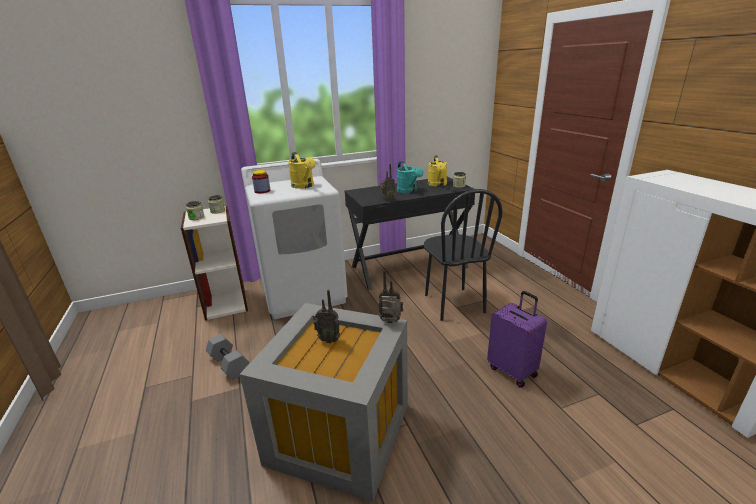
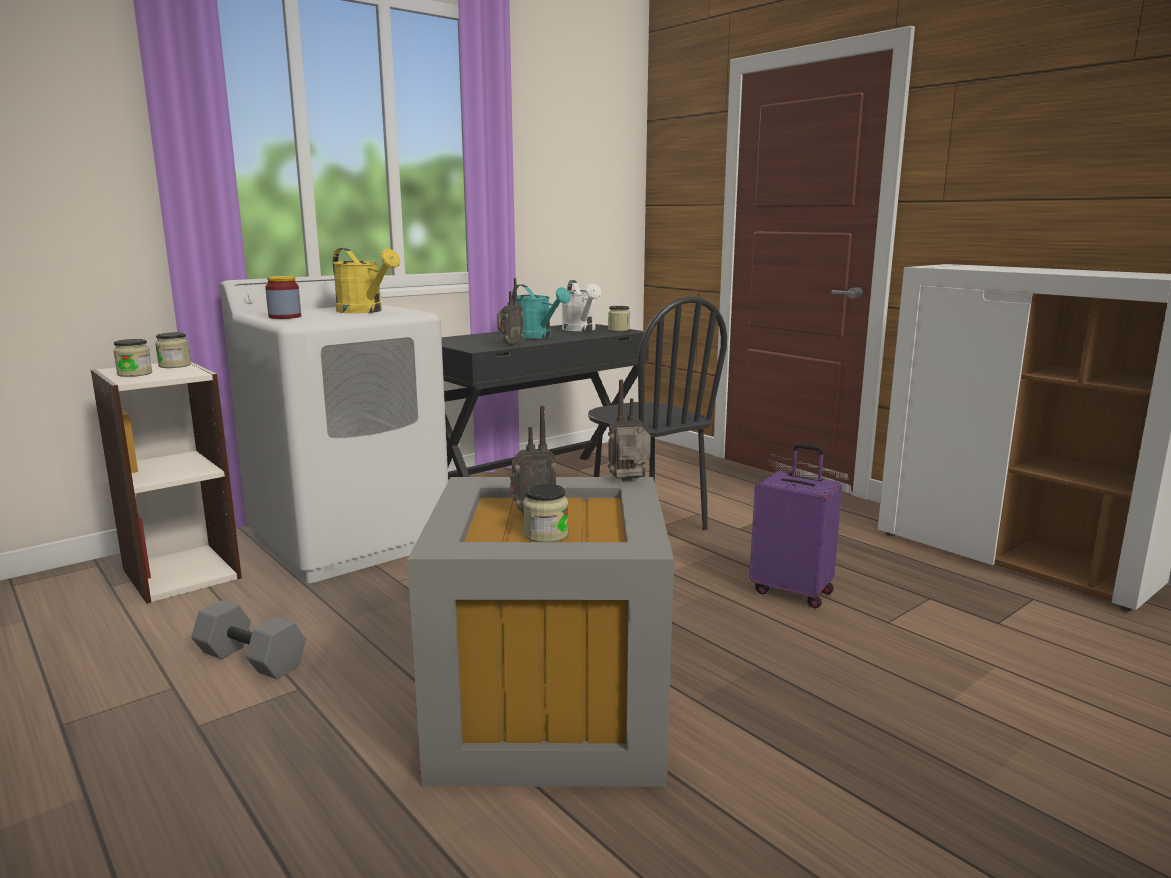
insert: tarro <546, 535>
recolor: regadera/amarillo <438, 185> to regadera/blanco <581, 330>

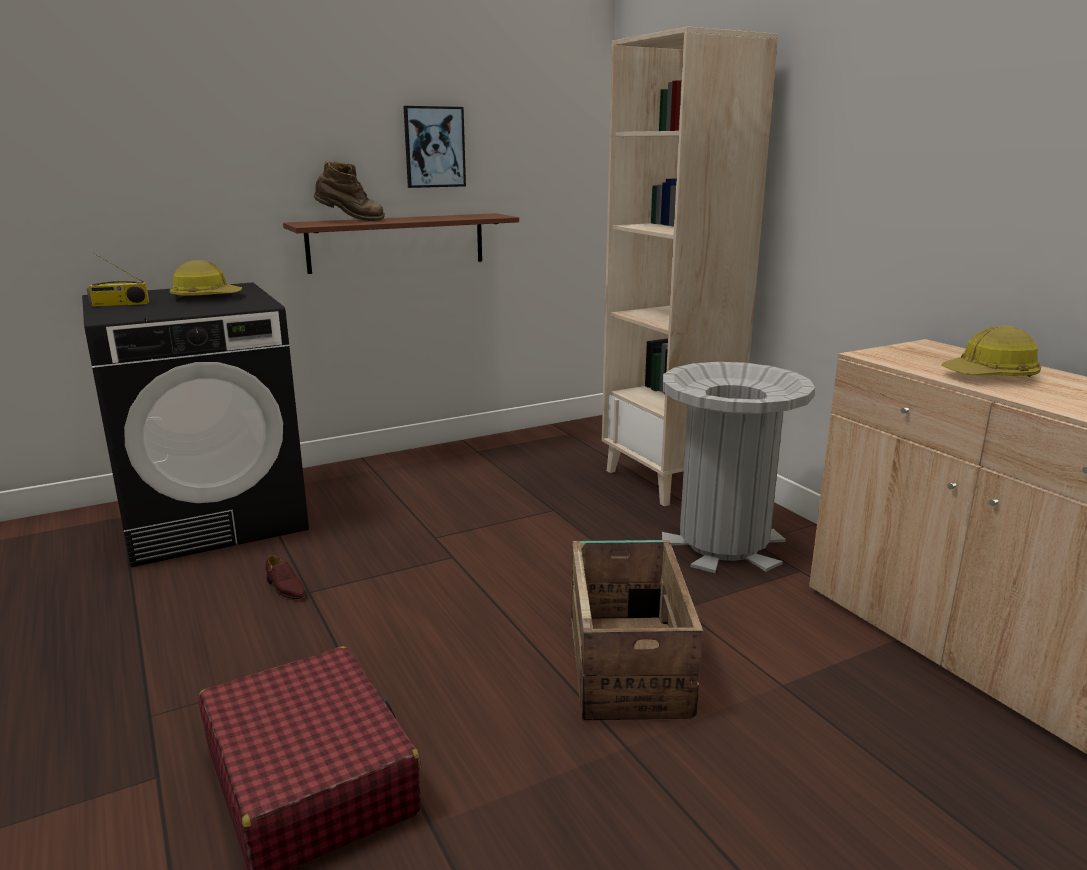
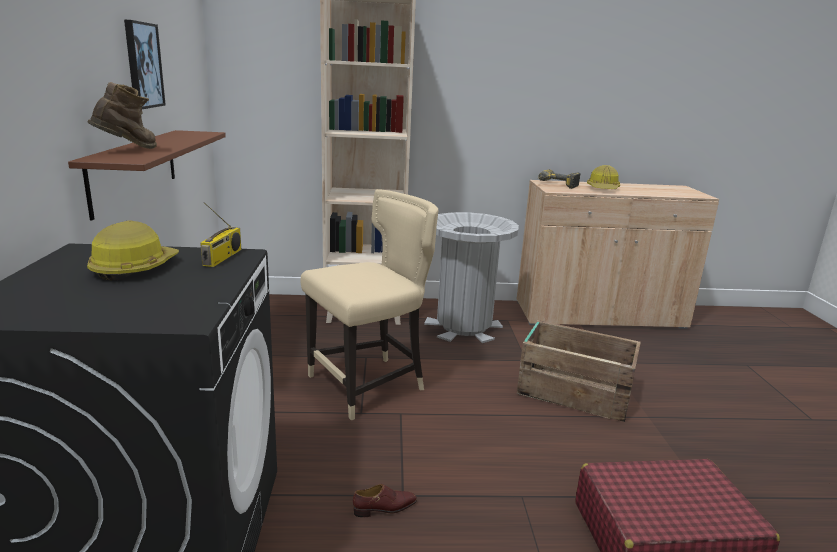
insert: silla/beis <369, 385>; taladro <556, 185>
move: radio <119, 304> to <222, 258>

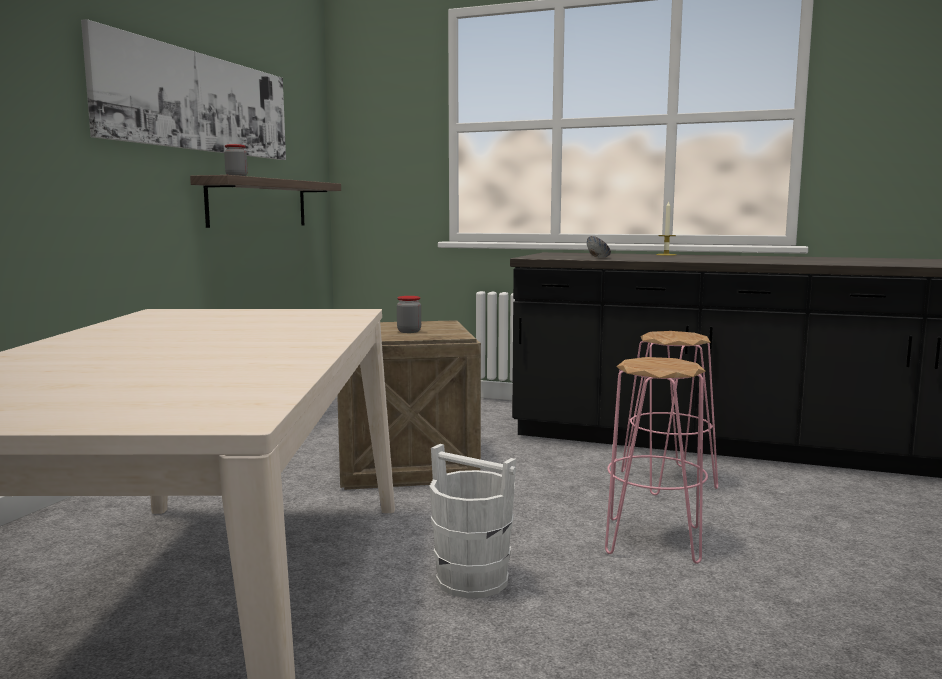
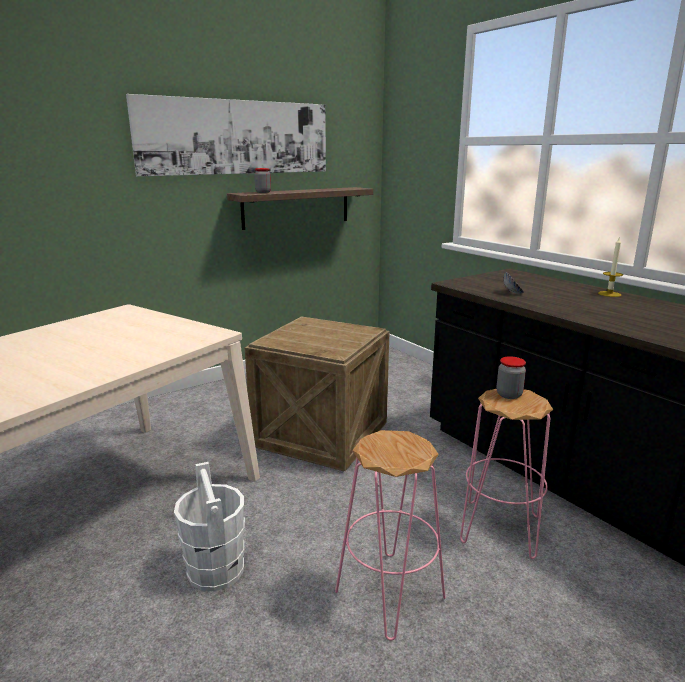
move: tarro <409, 331> to <509, 395>

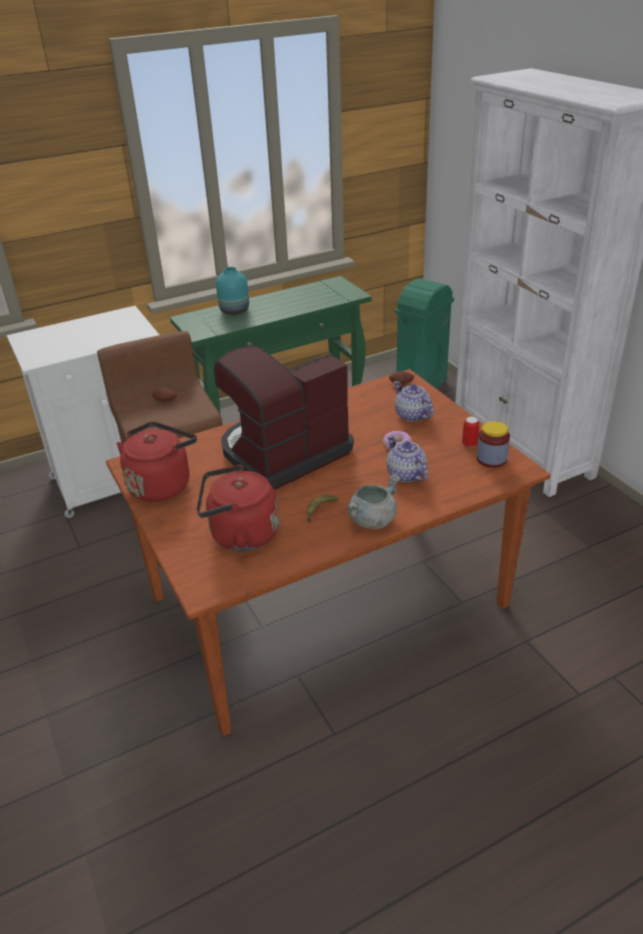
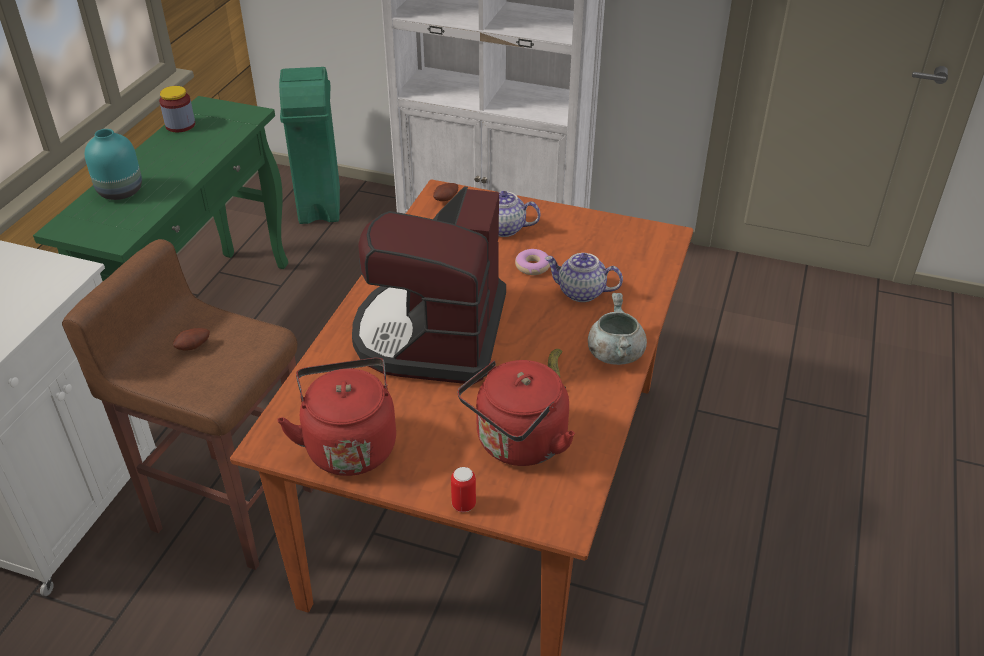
move: tarro <491, 459> to <180, 125>; lata <469, 444> to <463, 504>

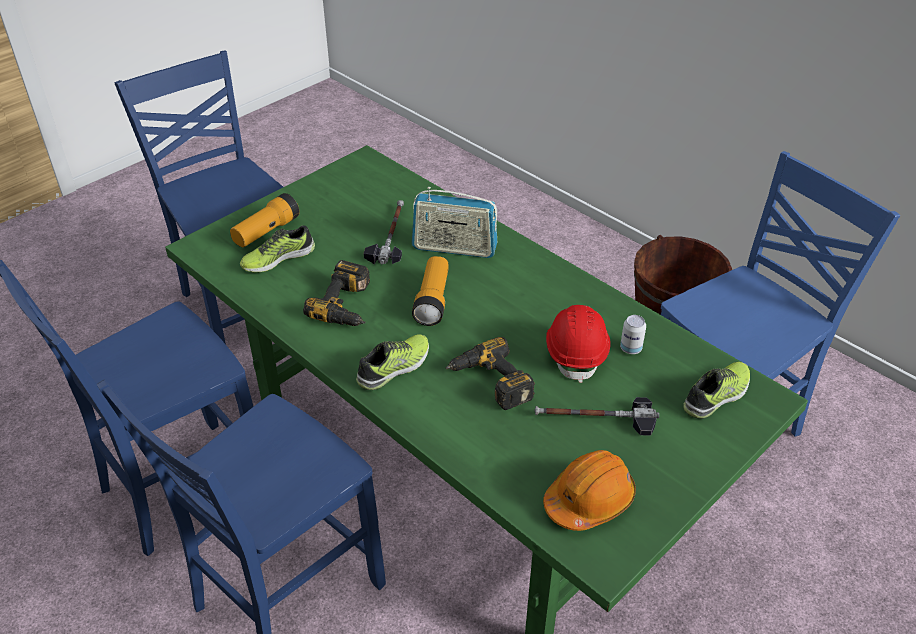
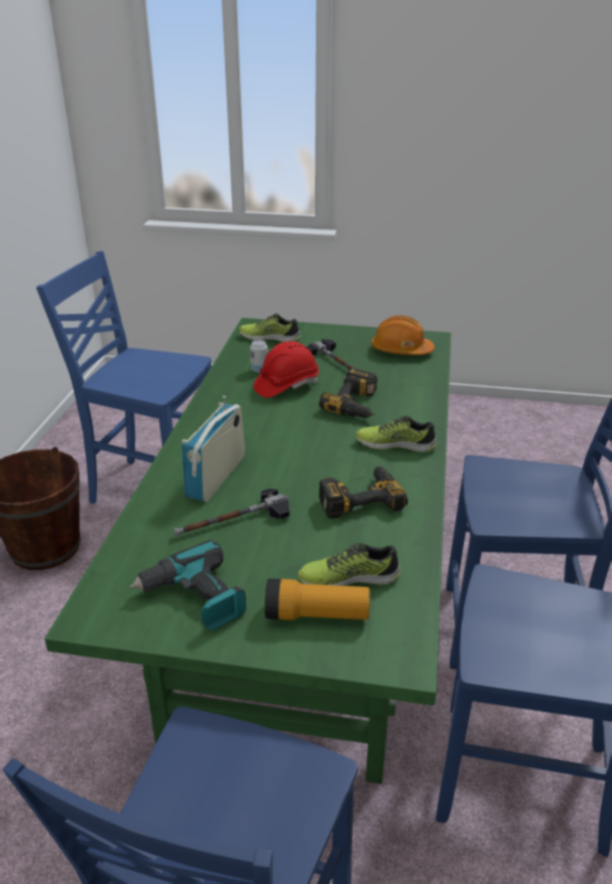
delete: linterna <432, 300>
insert: taladro <194, 599>
rotate: radio <454, 248> = <216, 476> 135 degrees counterclockwise; zapato <278, 258> = <349, 577> 150 degrees clockwise

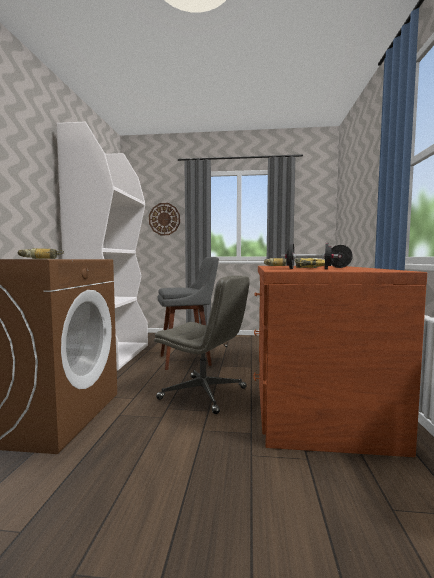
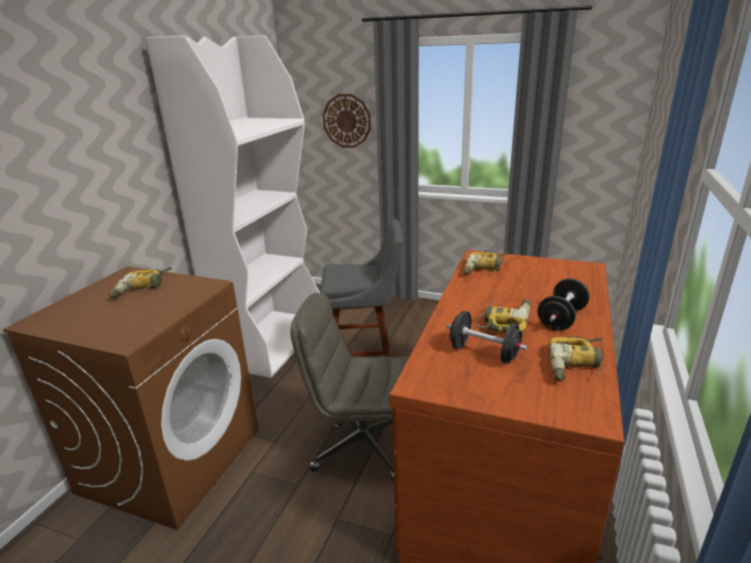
insert: taladro <576, 365>
rotate: silla de oficina/gris <204, 393> = <362, 445> 150 degrees clockwise

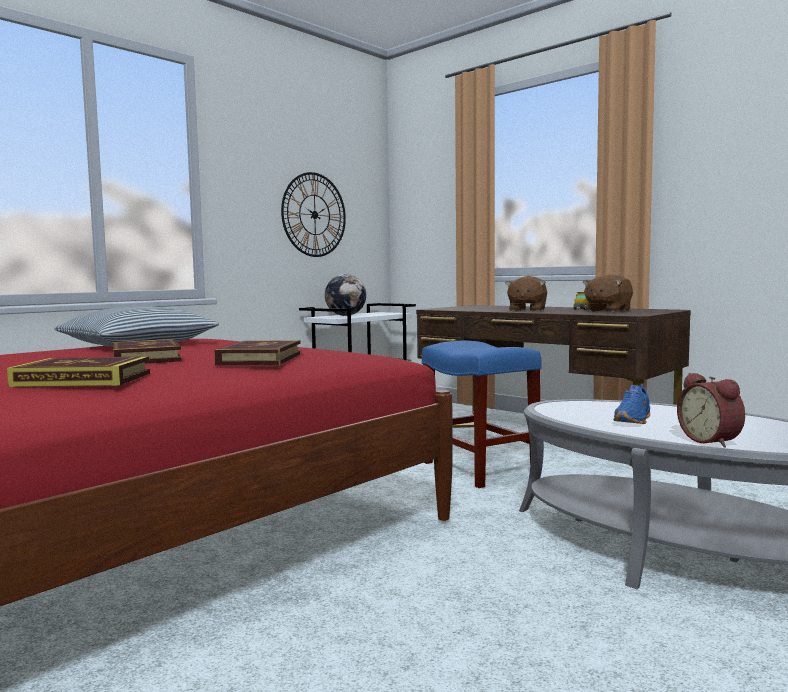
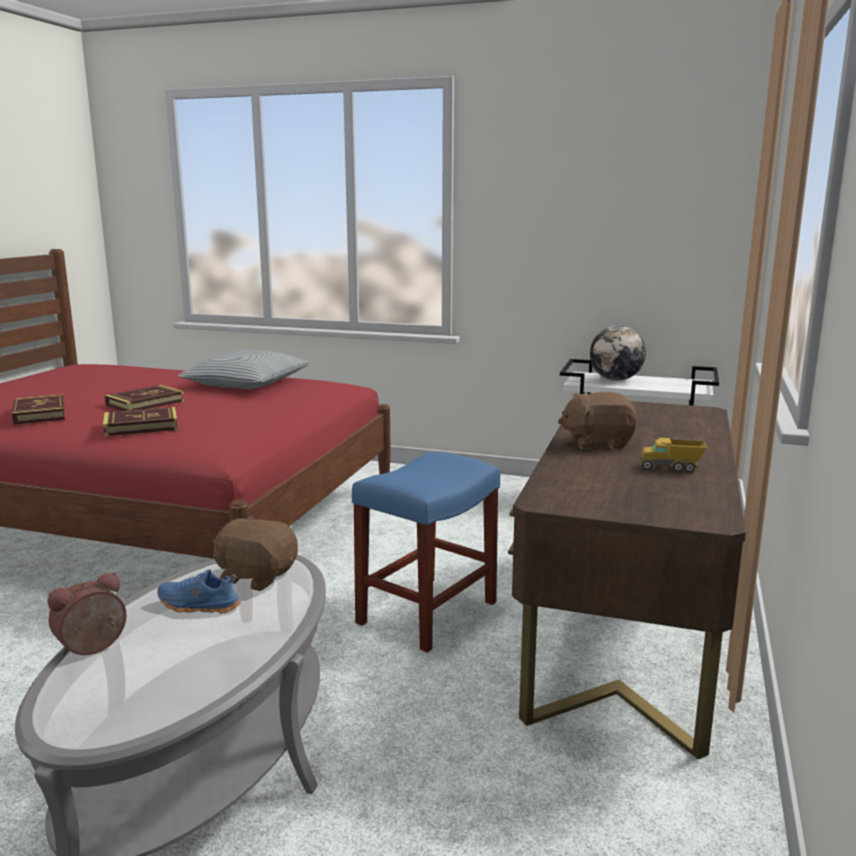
delete: reloj de pared <314, 215>
move: peluche/marrón <607, 311> to <256, 576>

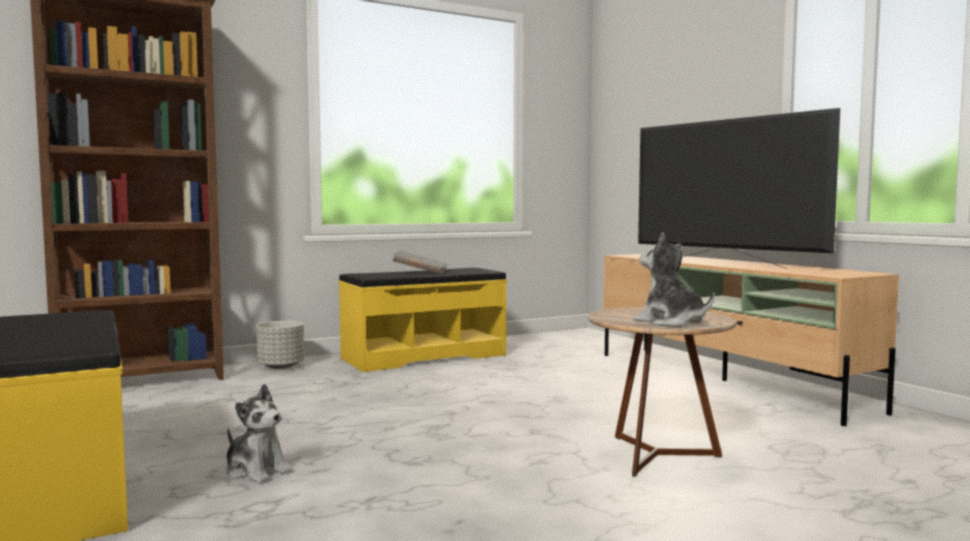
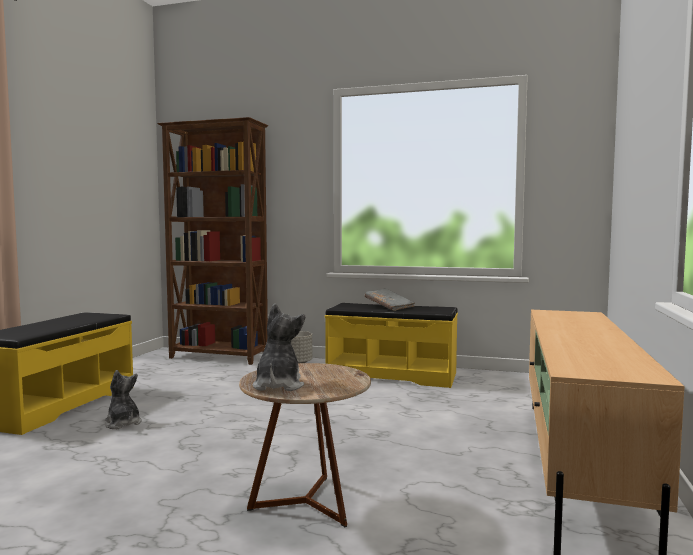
delete: televisor <725, 264>
rotate: peluche <257, 470> = <123, 423> 150 degrees clockwise

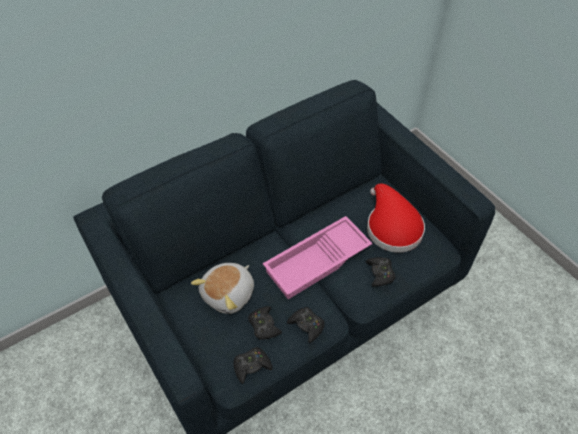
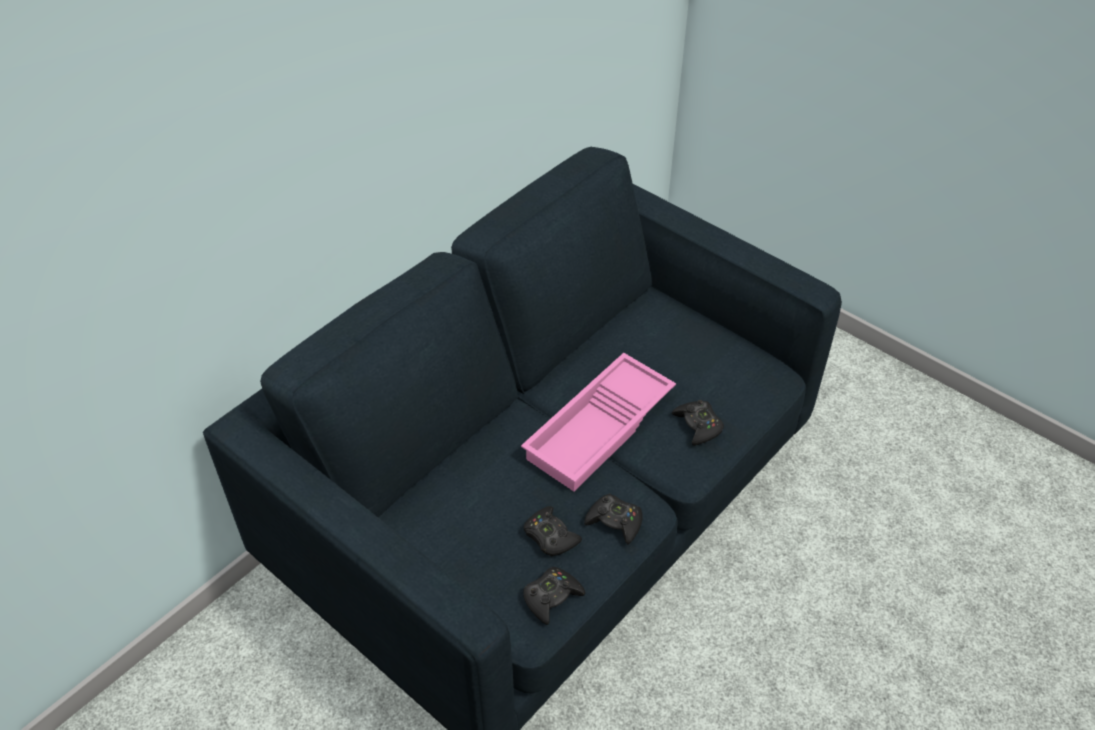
delete: peluche <229, 294>; sombrero/rojo <391, 226>

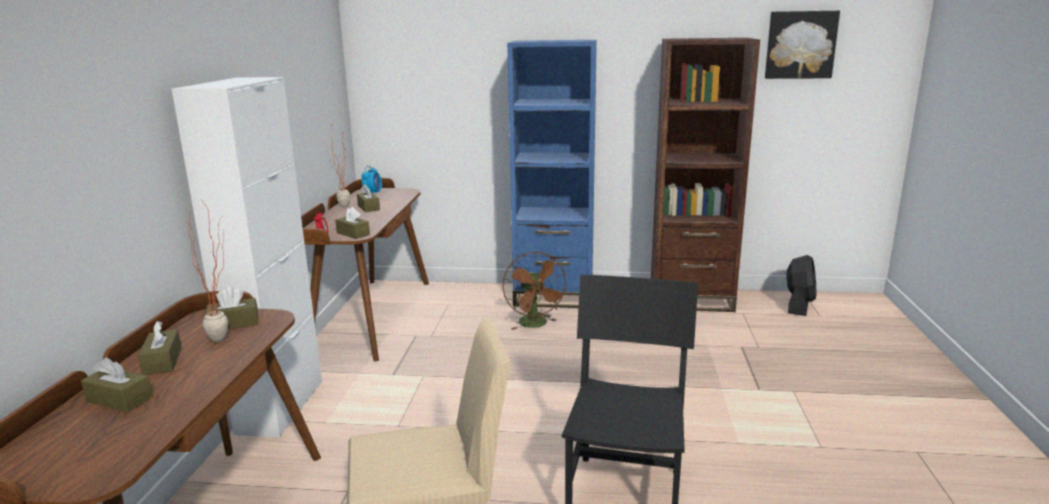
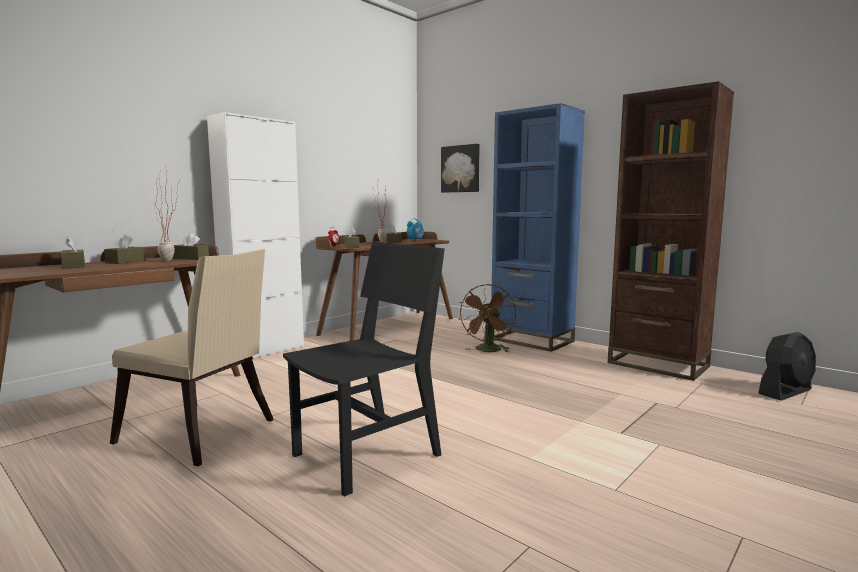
move: cuadro <800, 45> to <461, 169>

